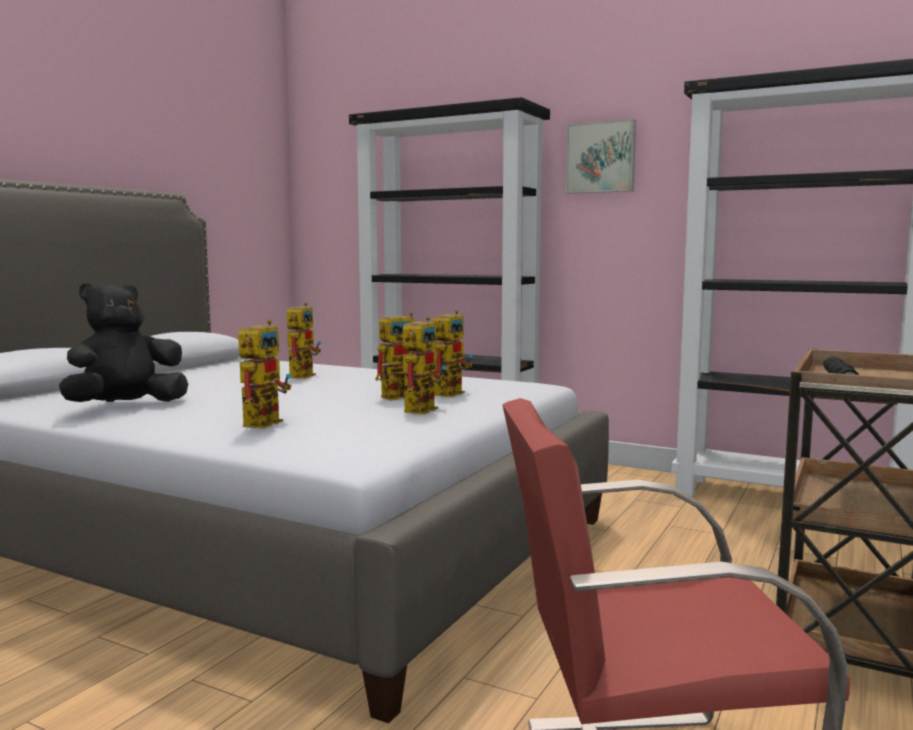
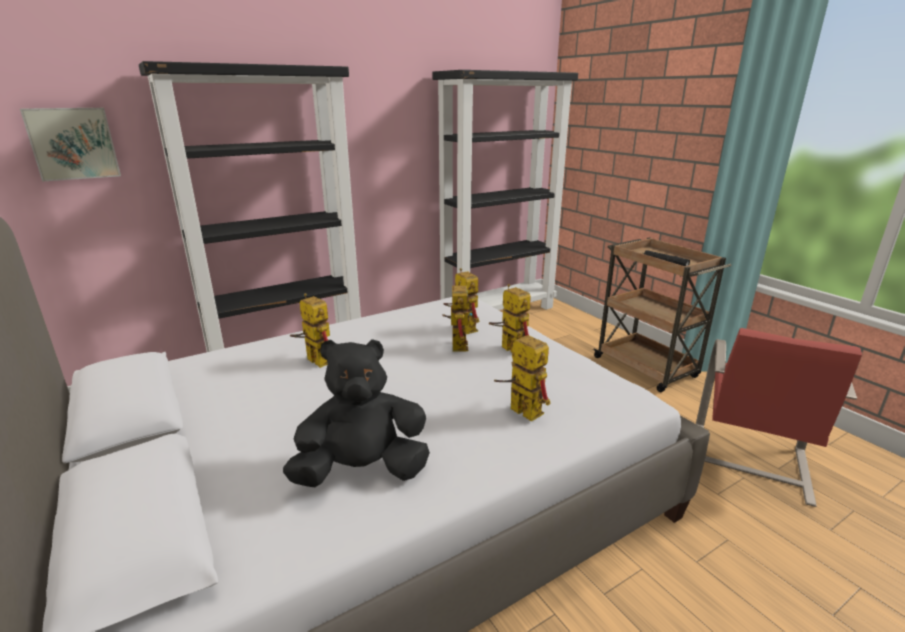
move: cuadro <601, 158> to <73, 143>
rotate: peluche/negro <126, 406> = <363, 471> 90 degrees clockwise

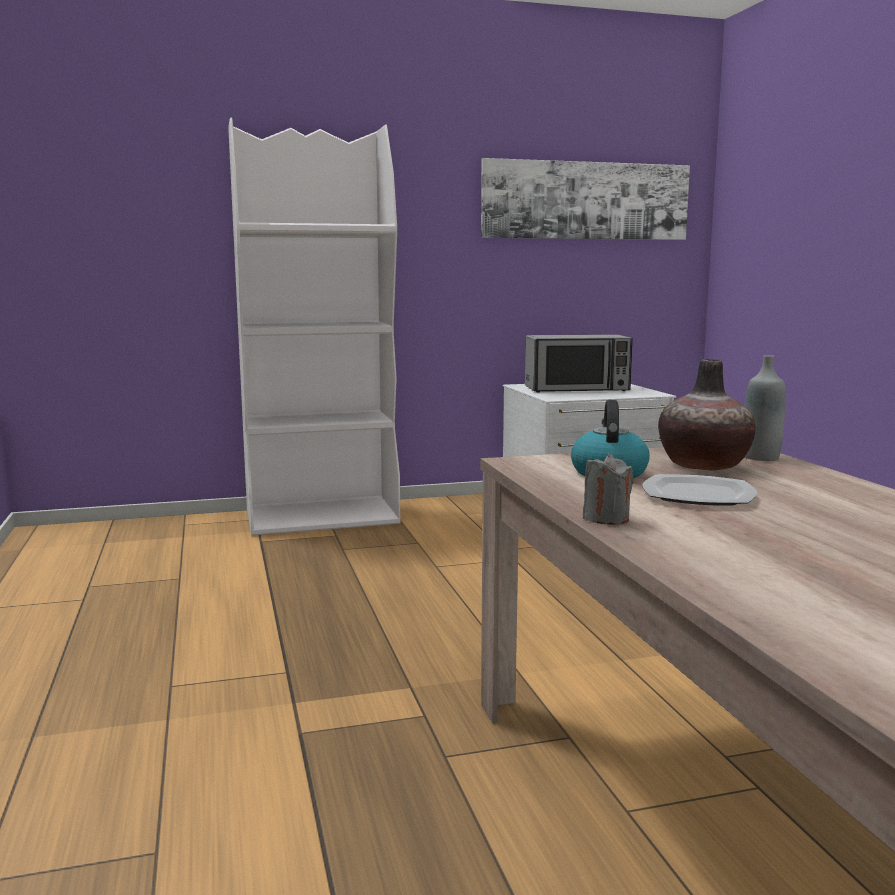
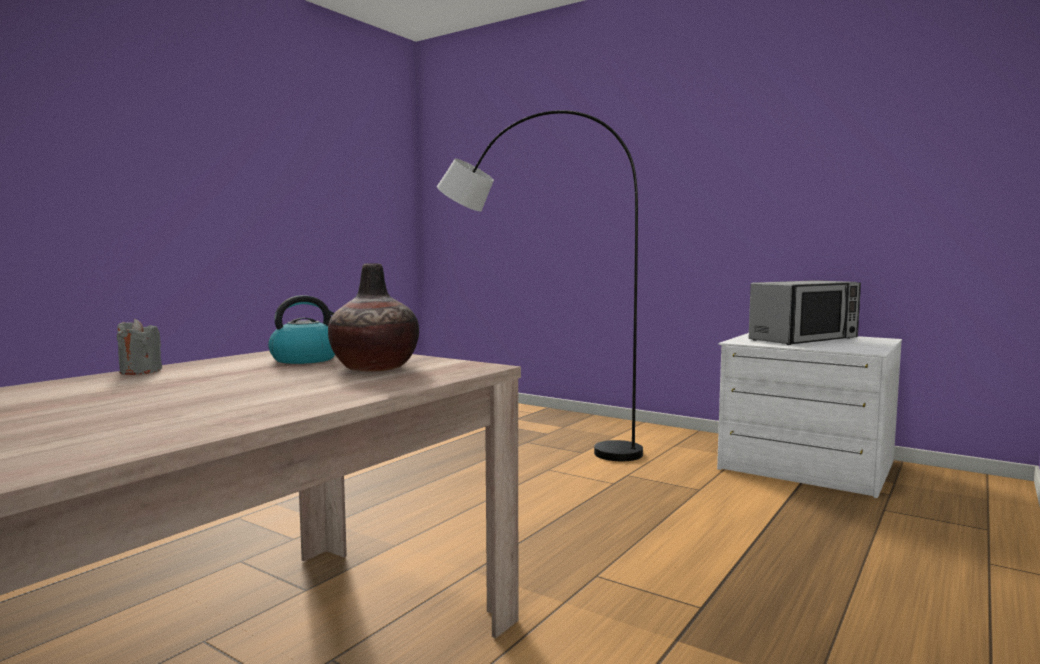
delete: estantería/blanco <323, 517>; cuadro <586, 201>; plato <699, 495>; botella/gris <761, 457>
insert: lámpara de pie/gris <532, 445>
rotate: microondas <577, 389> = <804, 339> 75 degrees counterclockwise

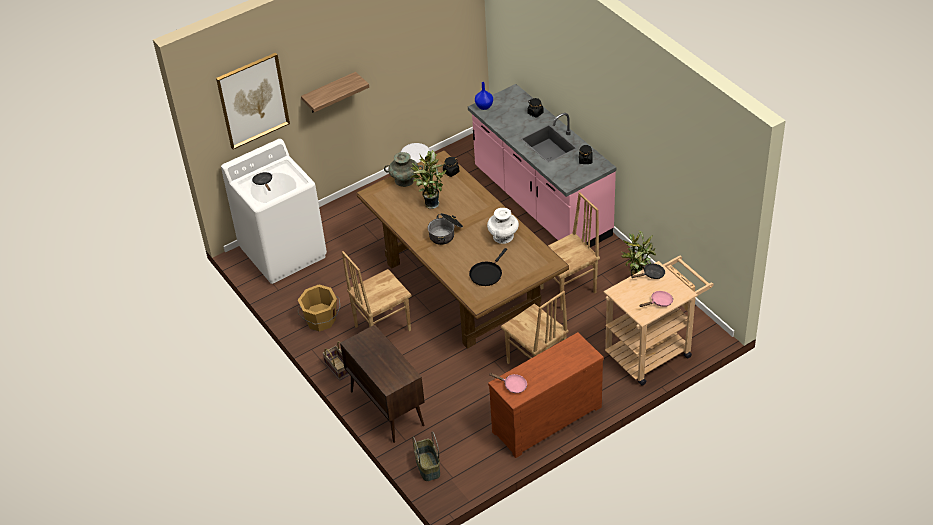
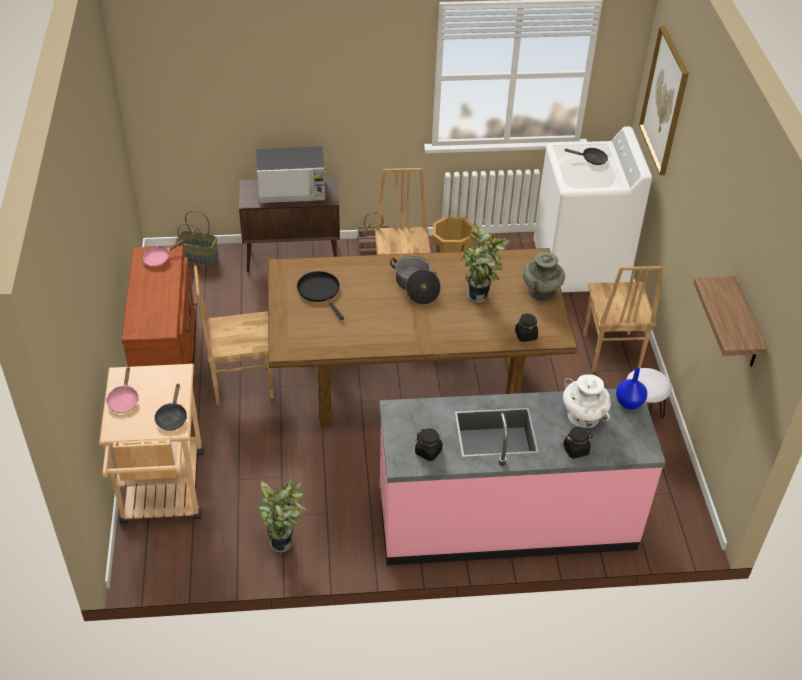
insert: microondas <292, 191>
move: florero/blanco <503, 236> to <583, 416>; silla/marrón <569, 290> to <610, 352>; estante <329, 93> to <745, 326>

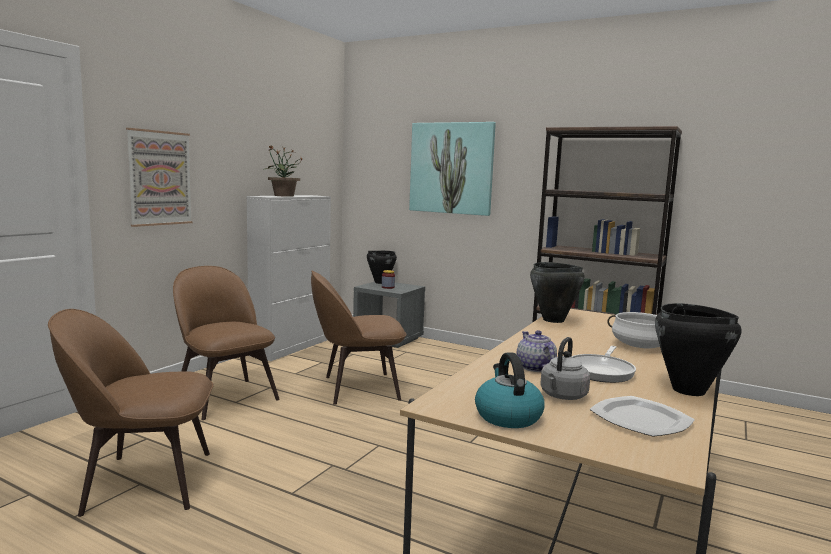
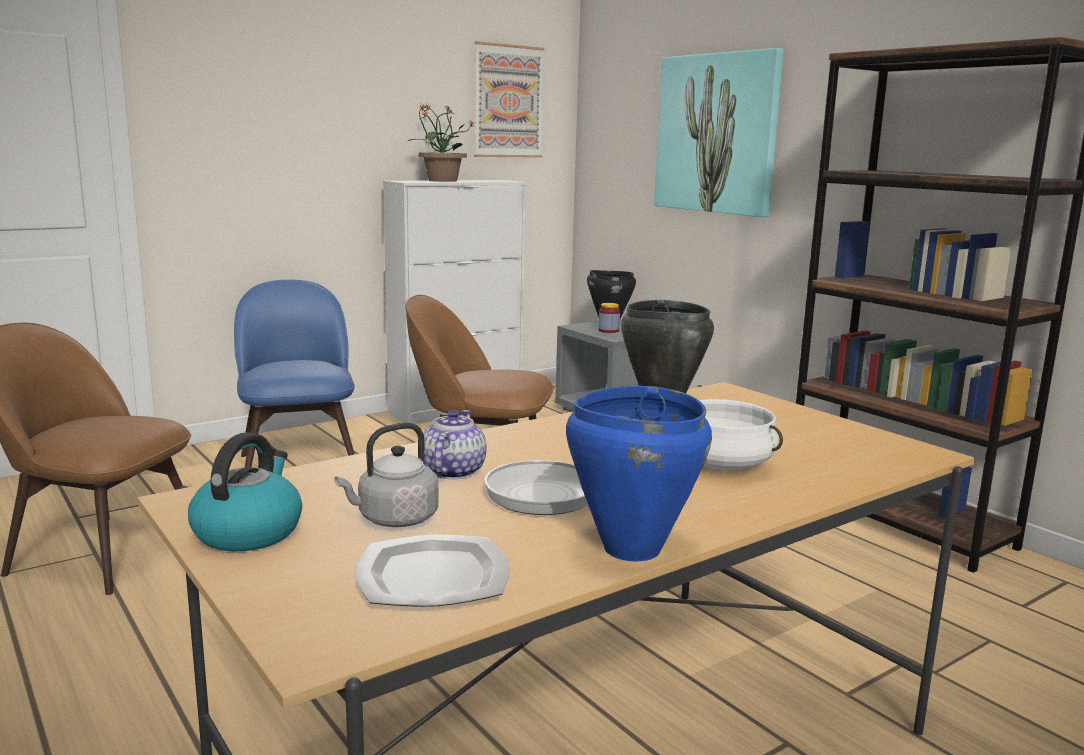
move: cuadro <160, 178> to <508, 101>
recolor: silla/marrón <225, 397> to silla/azul <299, 464>; olla/negro <688, 390> to olla/azul <630, 549>

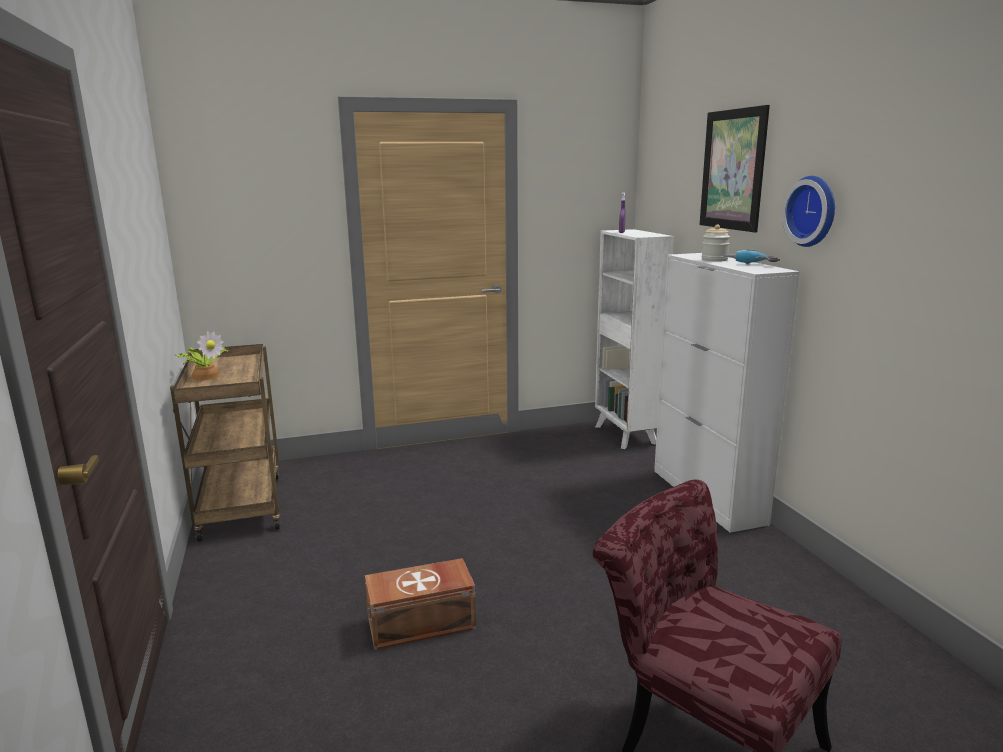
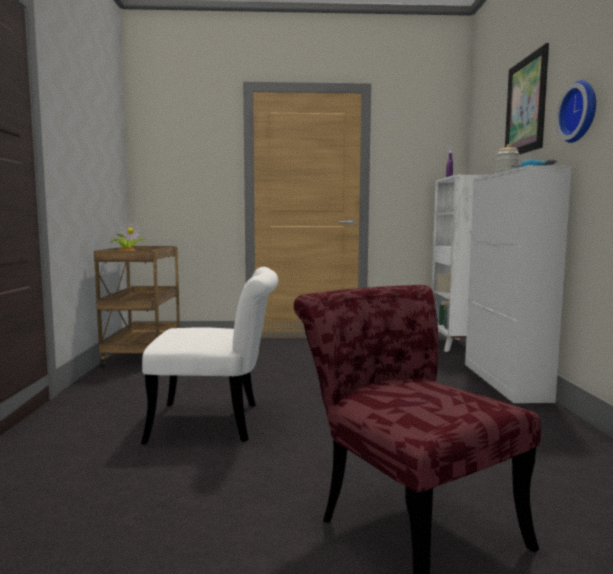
replace: caja de almacenaje/marrón <423, 624> to silla/blanco <218, 422>

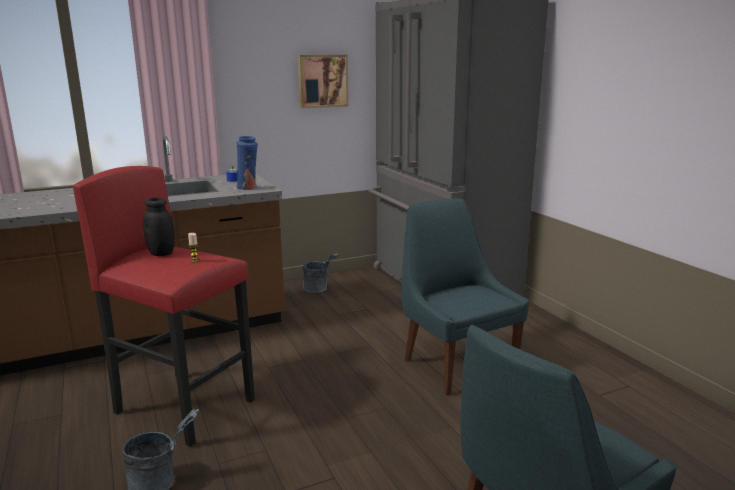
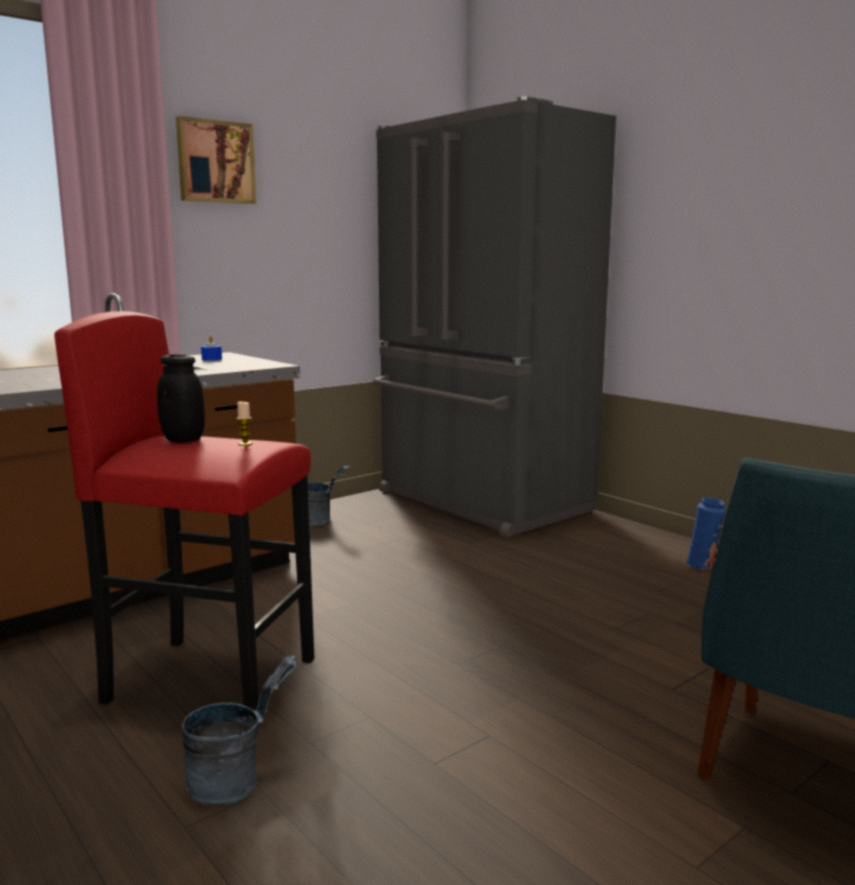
delete: silla/azul <456, 364>
move: cuadro <322, 81> to <215, 162>; florero/azul <248, 188> to <703, 566>

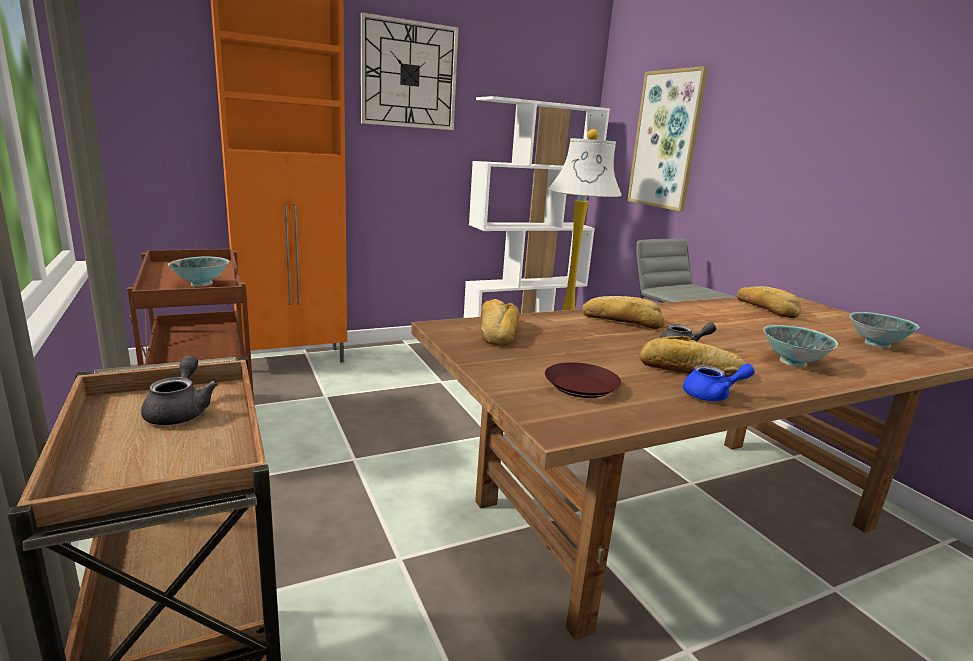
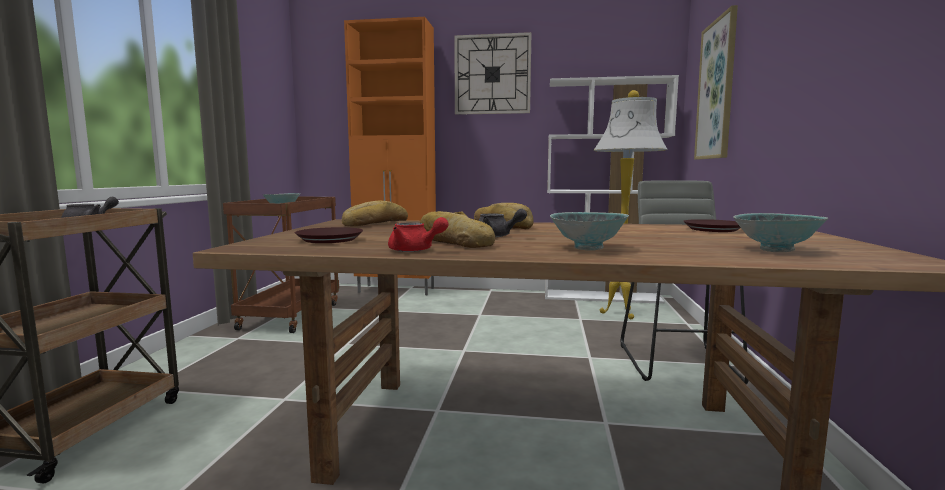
replace: pan <766, 308> to plato/marrón <713, 229>
recolor: tetera/azul <712, 396> to tetera/rojo <415, 250>

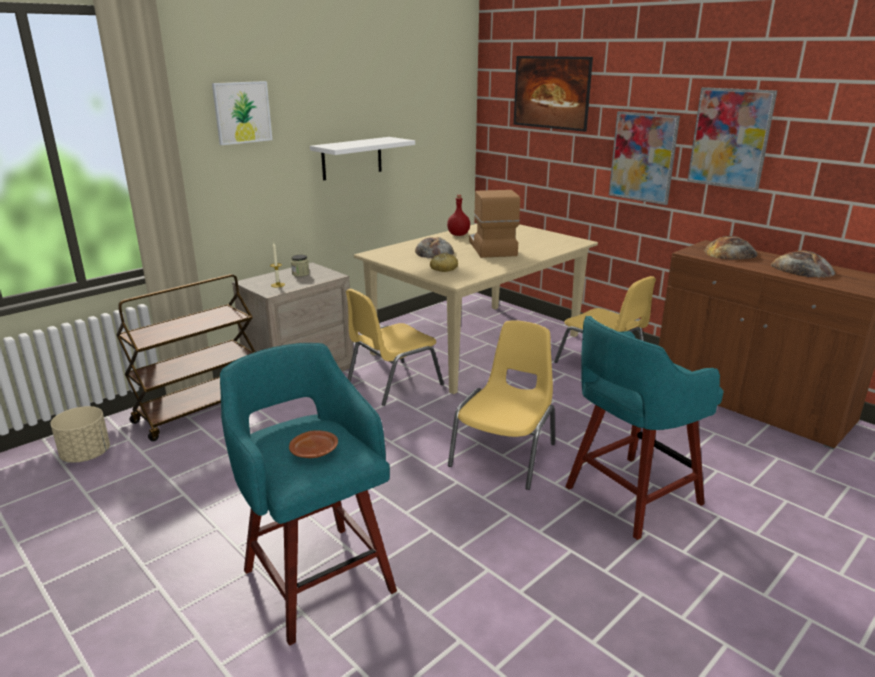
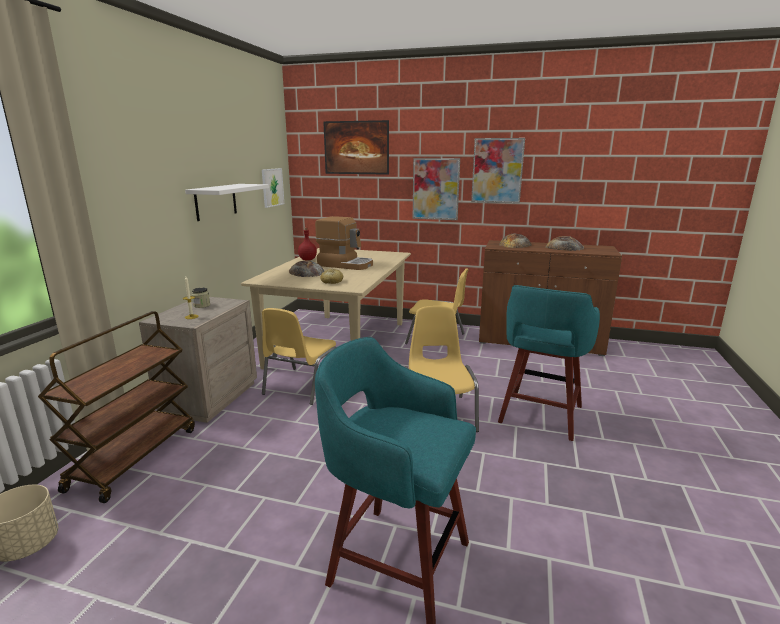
delete: plato/marrón <314, 451>
move: cuadro <242, 112> to <272, 187>
rotate: cafetera <491, 248> = <345, 264> 150 degrees clockwise

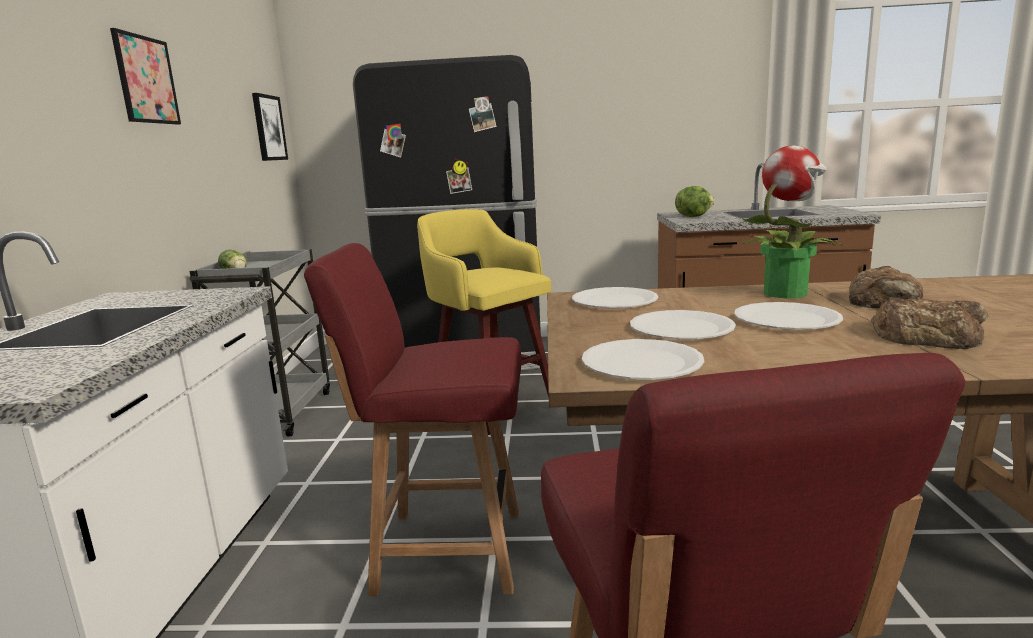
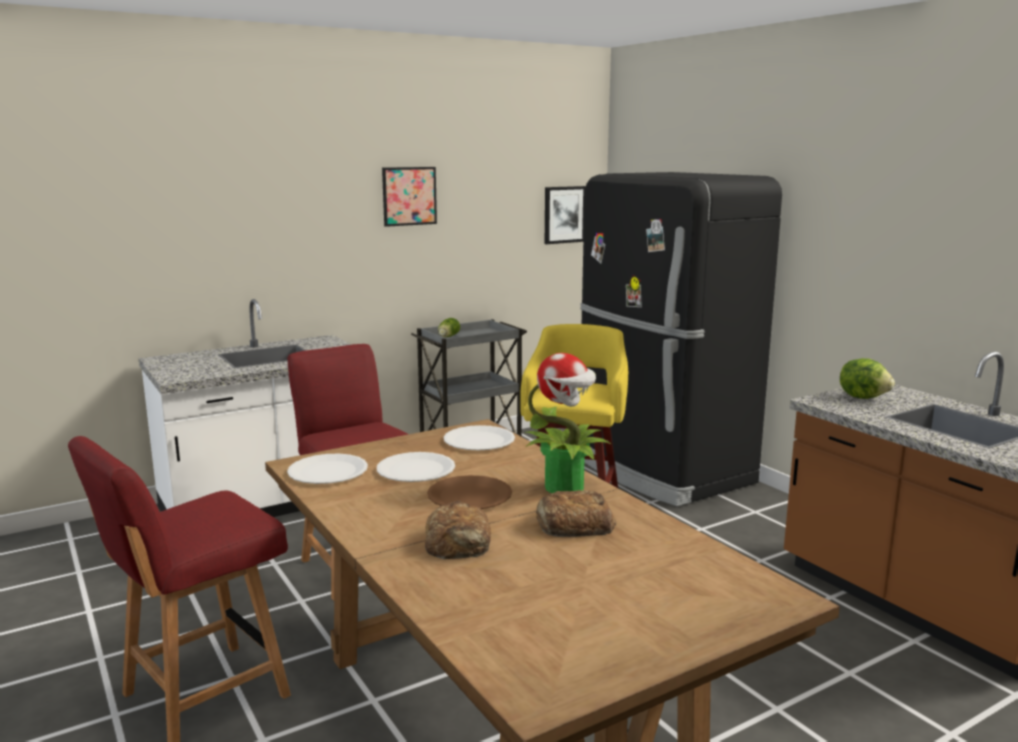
recolor: plato/blanco <786, 319> to plato/marrón <469, 495>

